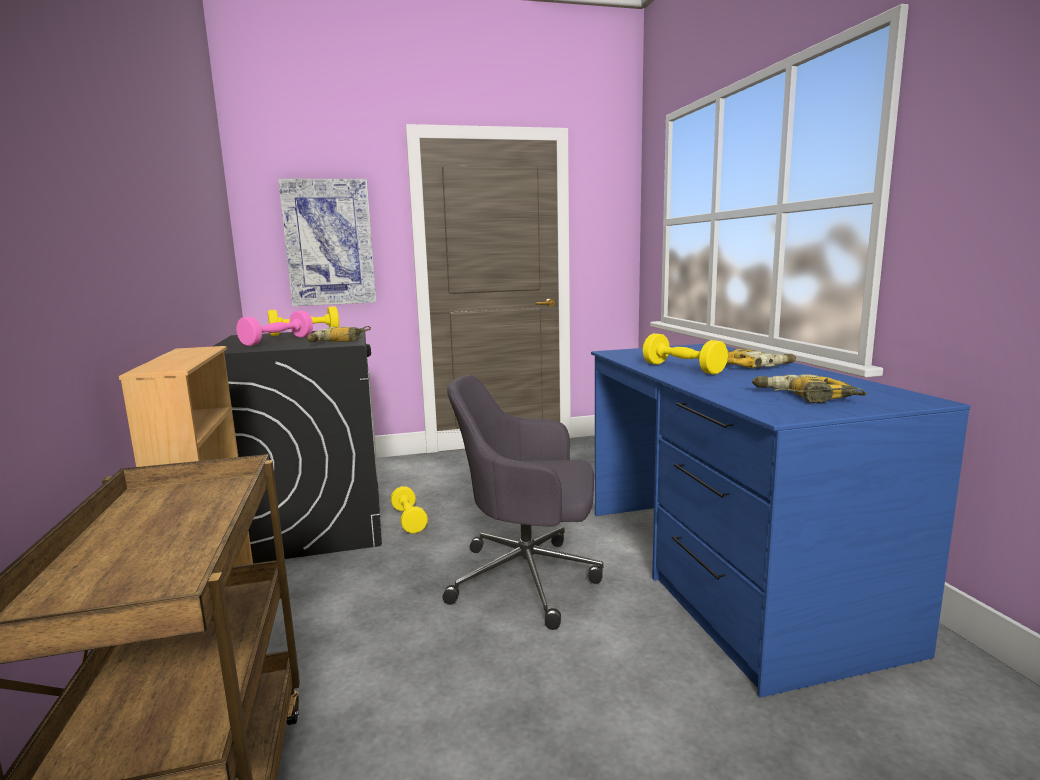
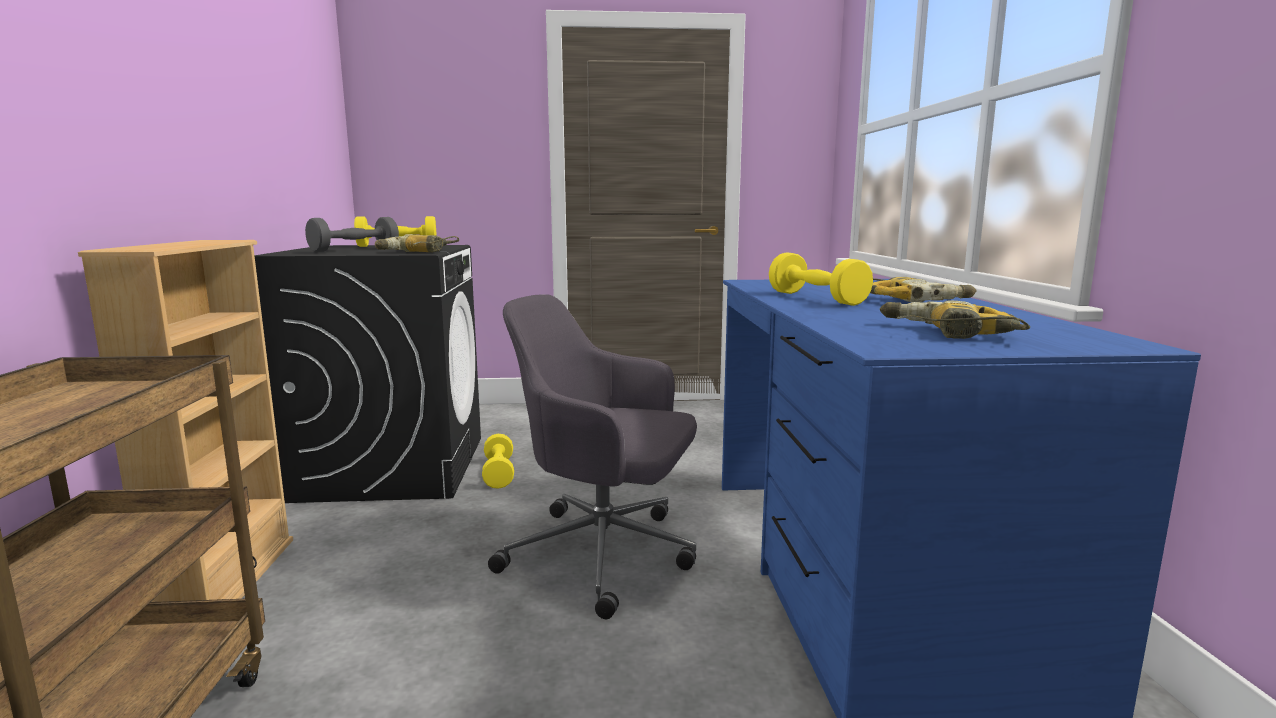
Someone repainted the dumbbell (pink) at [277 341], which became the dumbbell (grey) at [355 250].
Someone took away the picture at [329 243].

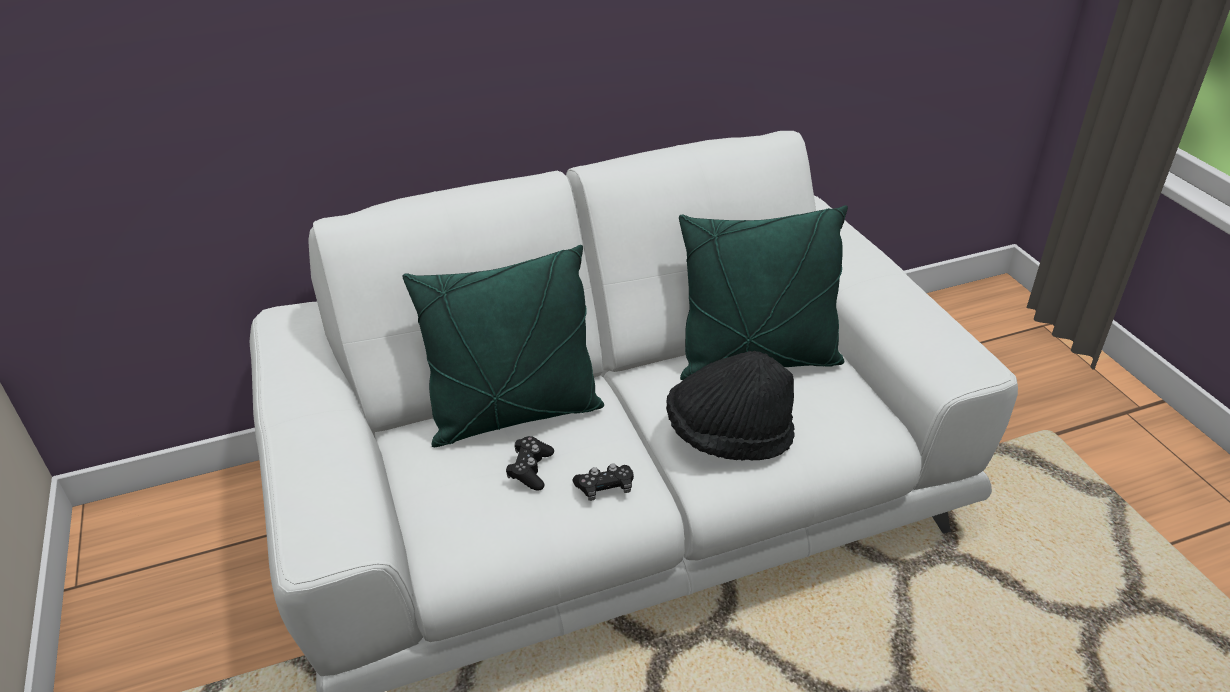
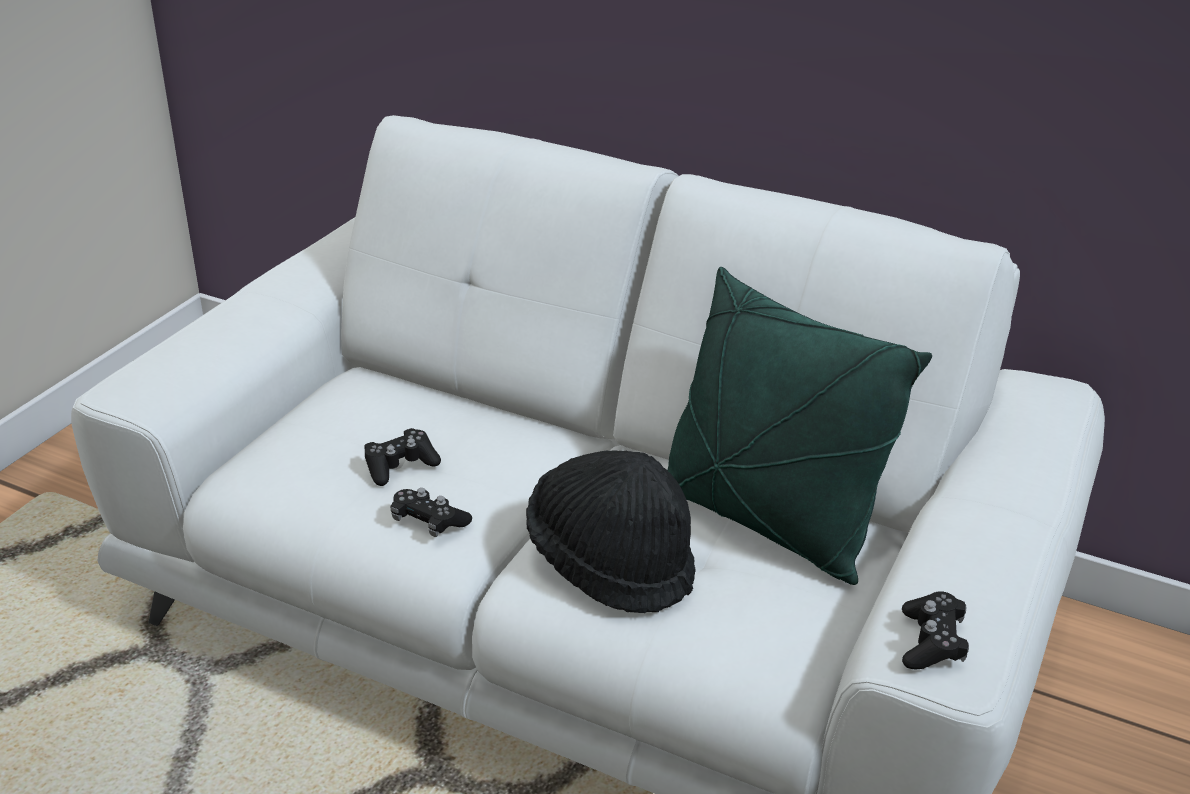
Someone put down the game controller (black) at [931 642].
Someone took away the pillow (green) at [515 414].

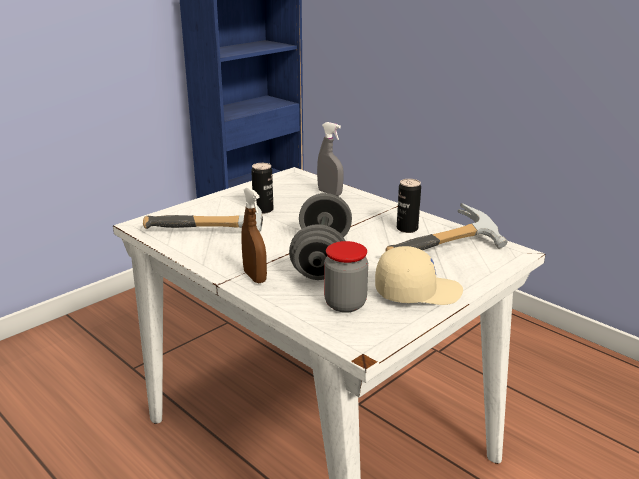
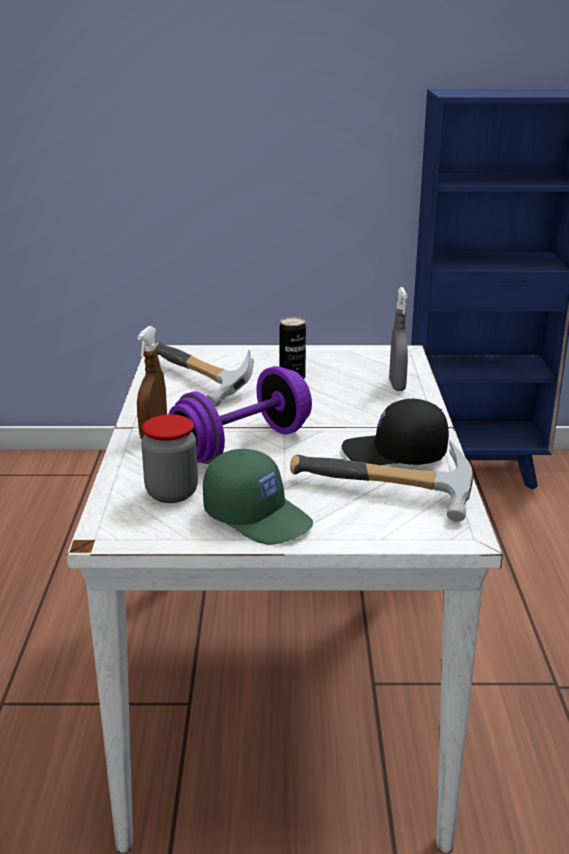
Someone repainted the dumbbell (grey) at [322 259], which became the dumbbell (purple) at [242 445].
Someone repainted the cap (beige) at [417 292], which became the cap (green) at [258 516].
Someone swapped the can at [407 229] for the cap (black) at [394 454].

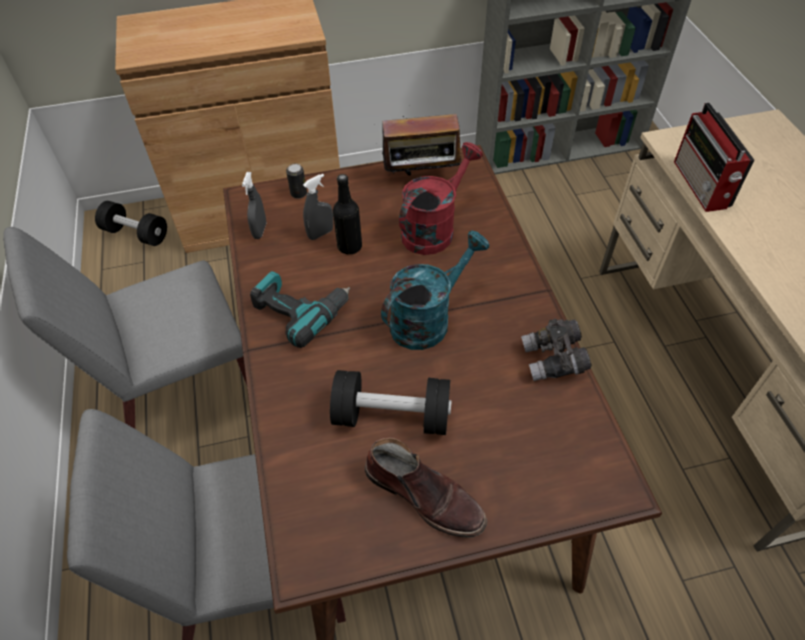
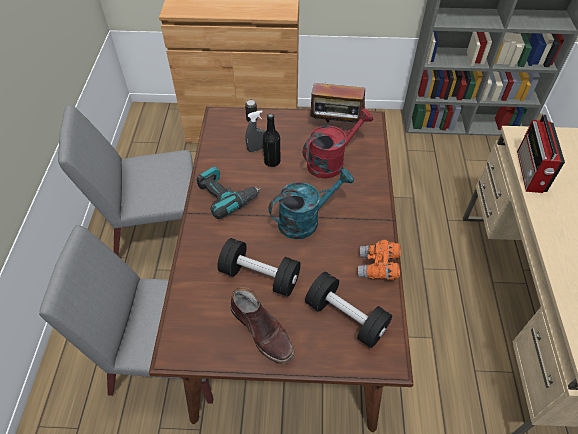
Someone carried the dumbbell (black) from [136 234] to [346 317].
Someone repainted the binoculars (grey) at [553 360], which became the binoculars (orange) at [378 267].
Someone took away the spray bottle (grey) at [260 230].

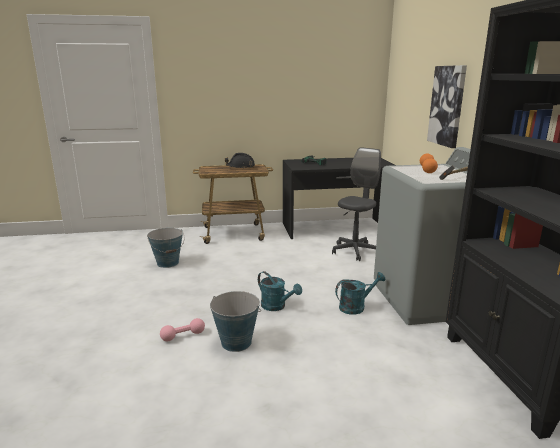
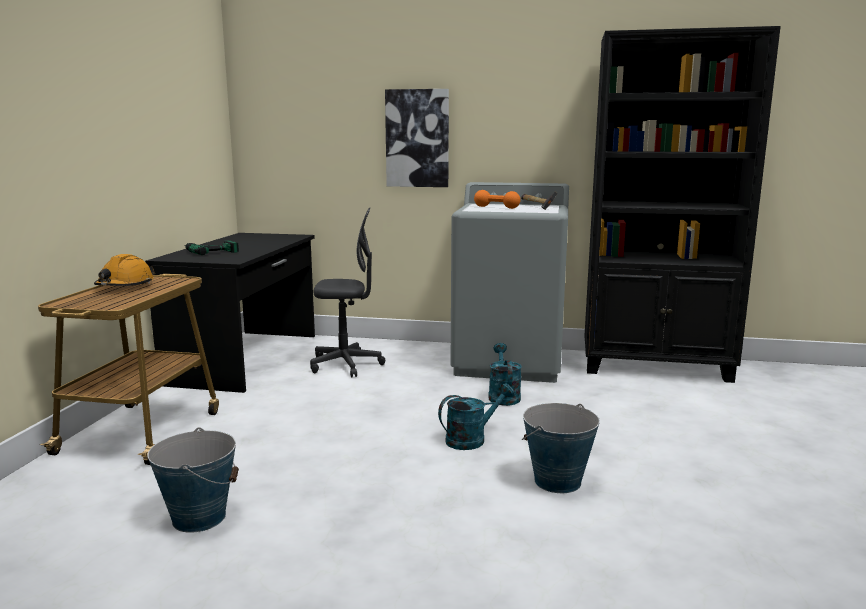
Someone repainted the hard hat (black) at [240 167], which became the hard hat (orange) at [125 285].
Someone rotated the office chair (grey) at [355 251] by 120 degrees clockwise.
Someone took away the dumbbell (pink) at [183 336].

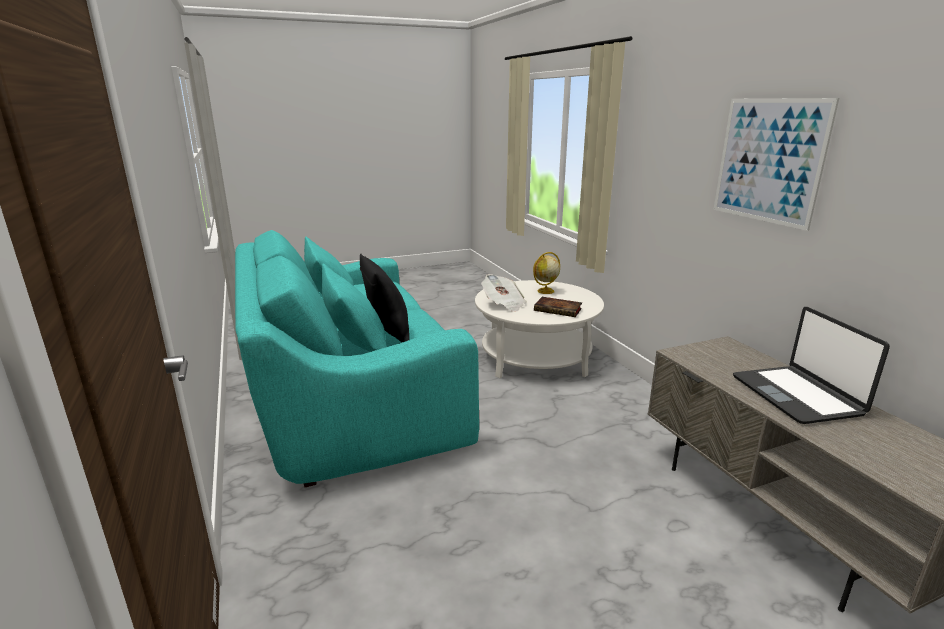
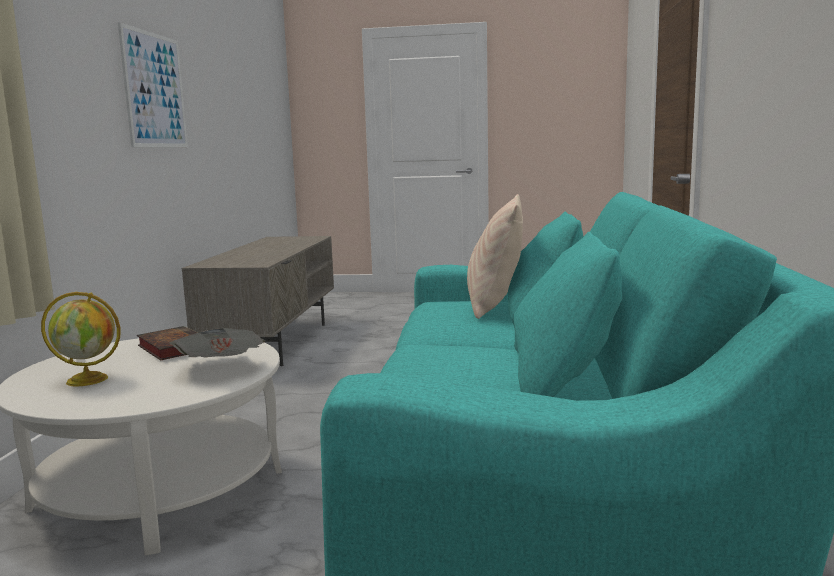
Someone repainted the pillow (black) at [388 333], which became the pillow (beige) at [495 307].
Someone took away the laptop at [797 395].

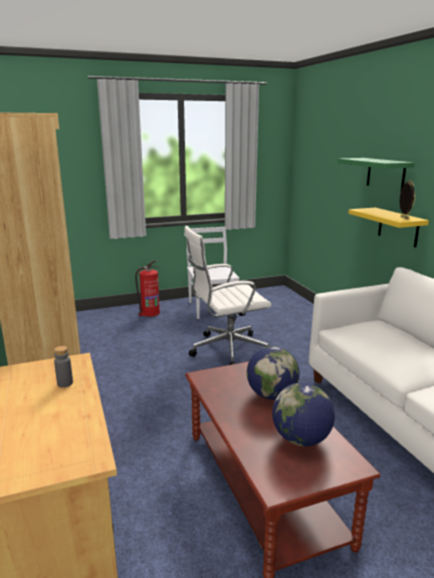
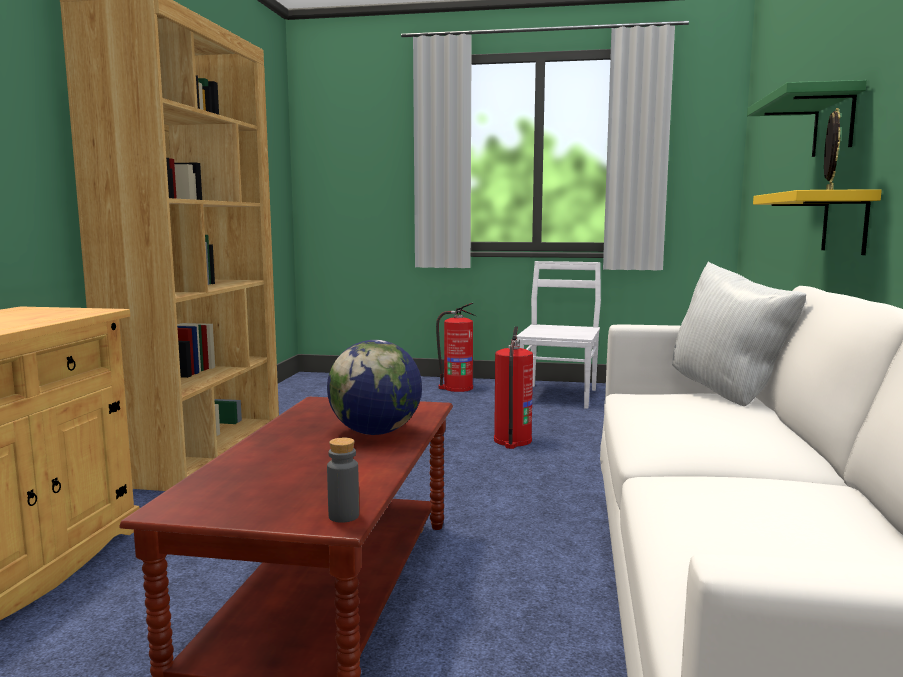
Someone carried the bottle (grey) from [65 383] to [343 516].
Someone swapped the office chair (white) at [227 350] for the fire extinguisher at [512 441].
Someone put down the pillow (white) at [728 394].
Someone took away the globe at [301 439].

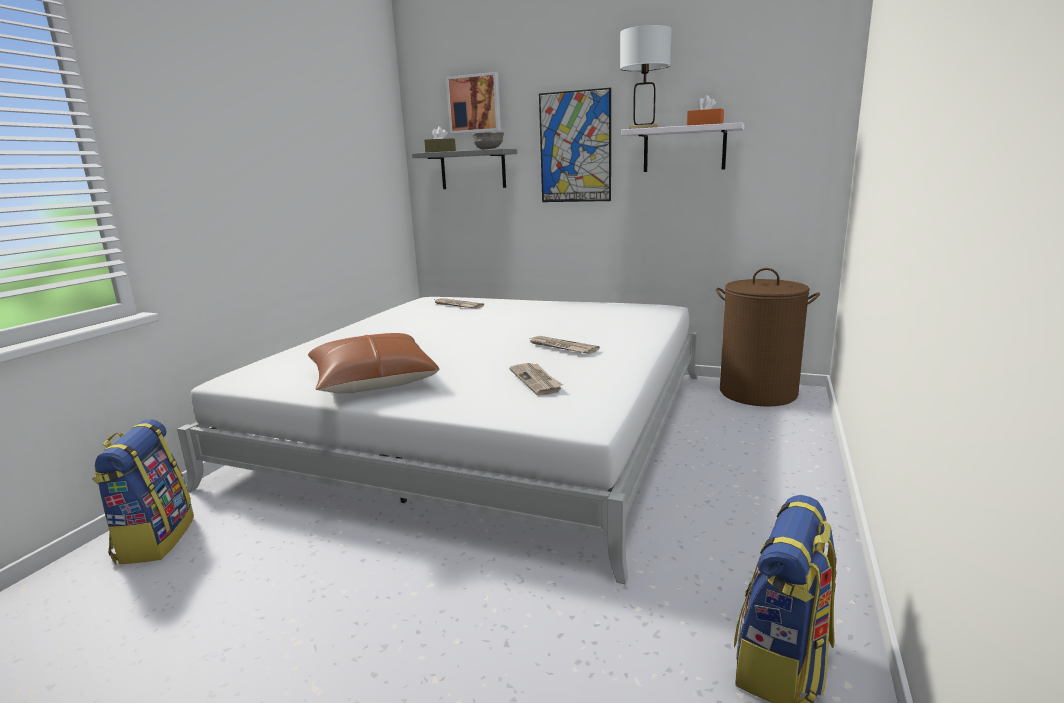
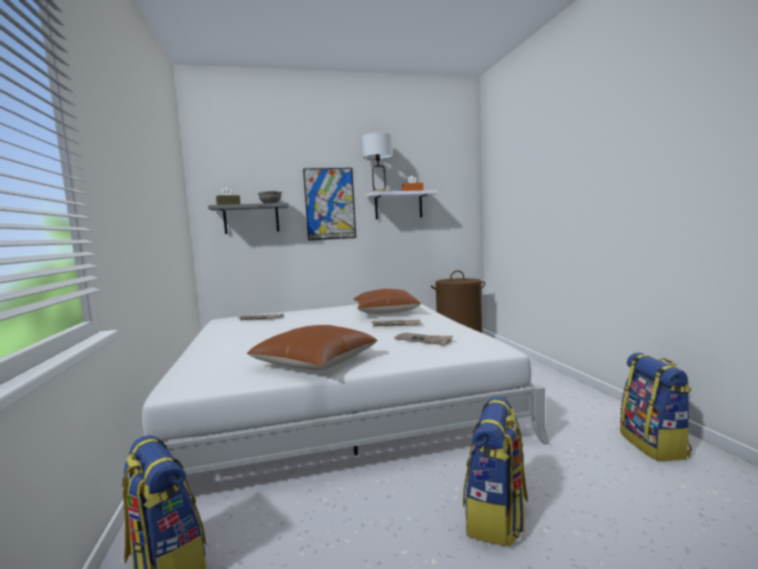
Someone put down the pillow (brown) at [385 311].
Someone put down the backpack at [496 518].
Someone took away the picture at [474 104].

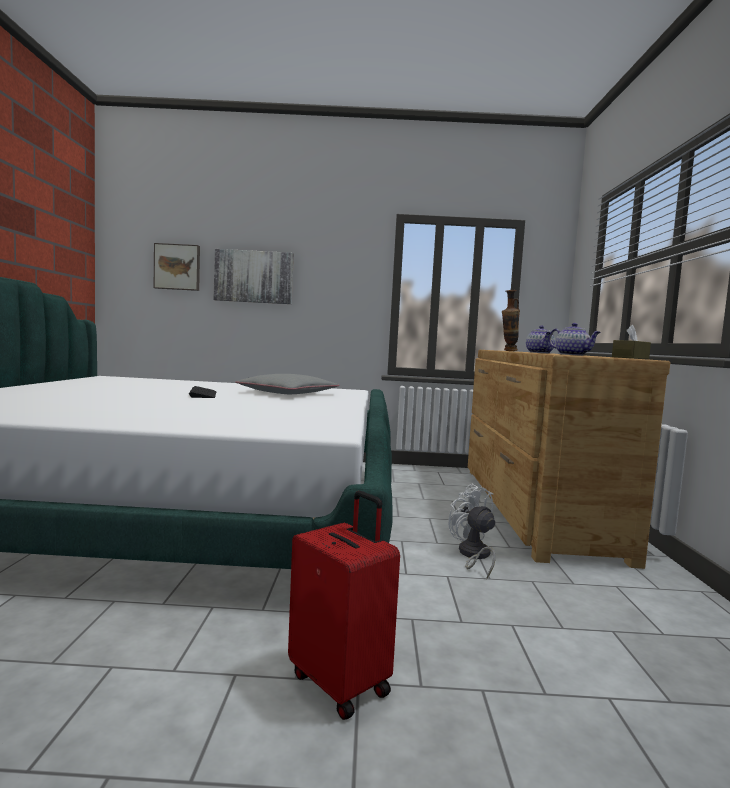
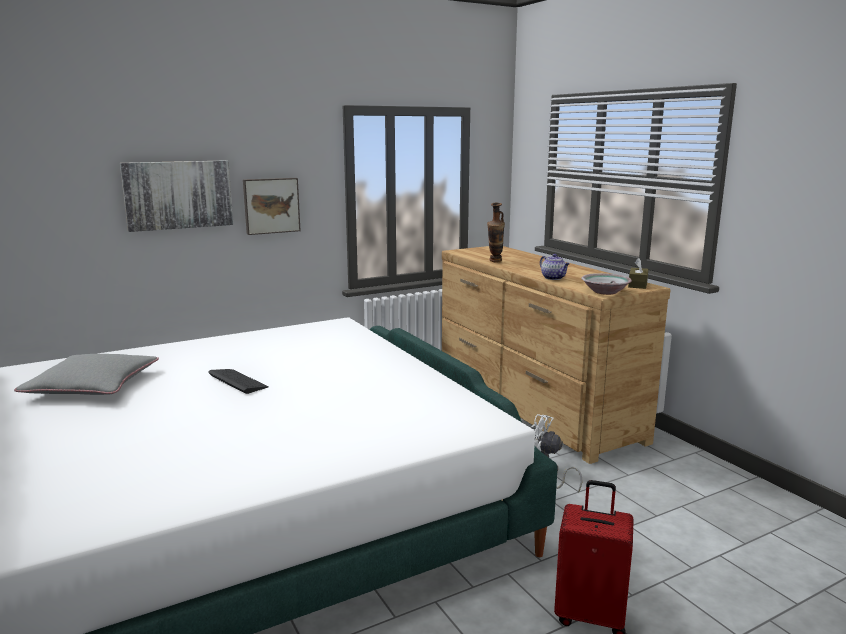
Someone carried the pillow (grey) from [288 393] to [92 385].
Someone carried the picture from [177 267] to [271 205].
Someone swapped the teapot at [572 355] for the bowl at [605 292].

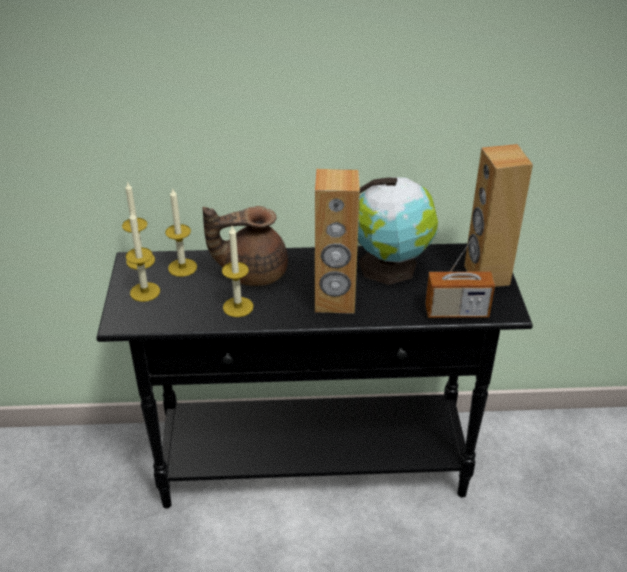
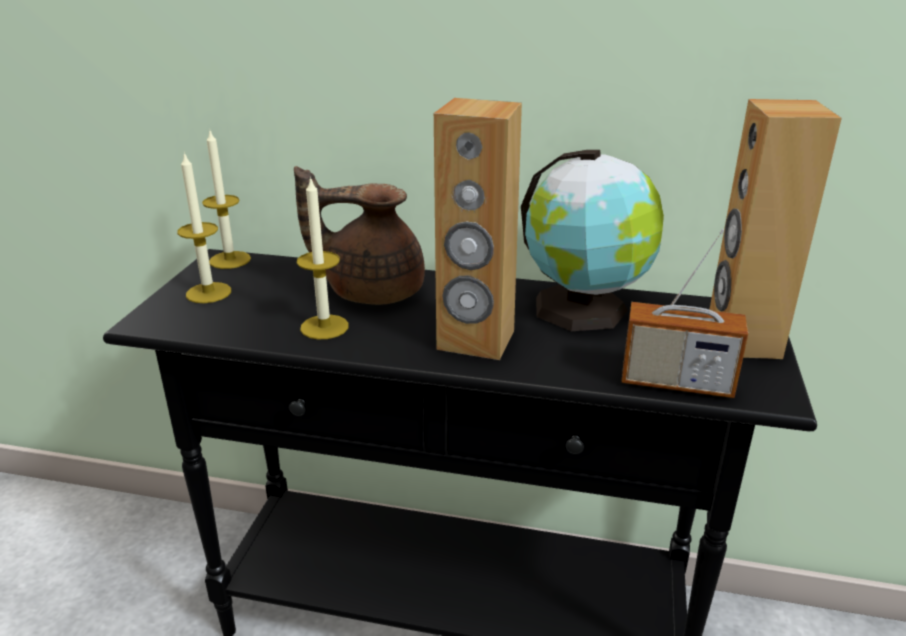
Someone took away the candle at [182 267].

